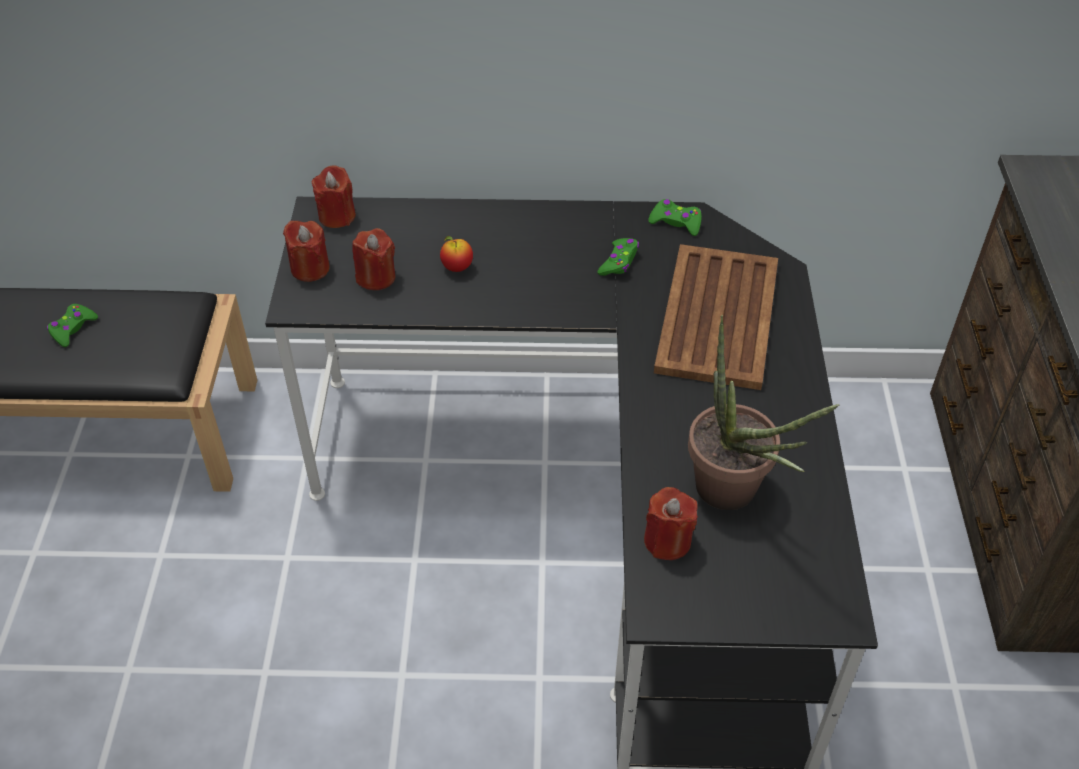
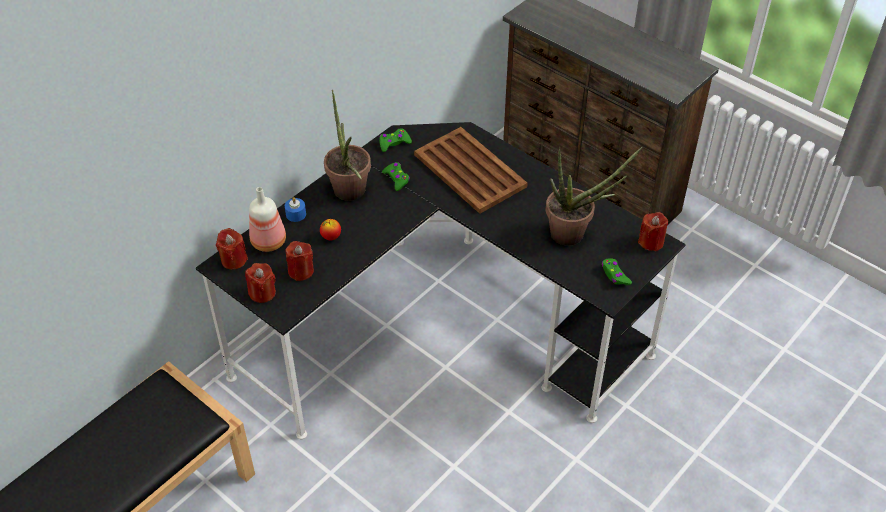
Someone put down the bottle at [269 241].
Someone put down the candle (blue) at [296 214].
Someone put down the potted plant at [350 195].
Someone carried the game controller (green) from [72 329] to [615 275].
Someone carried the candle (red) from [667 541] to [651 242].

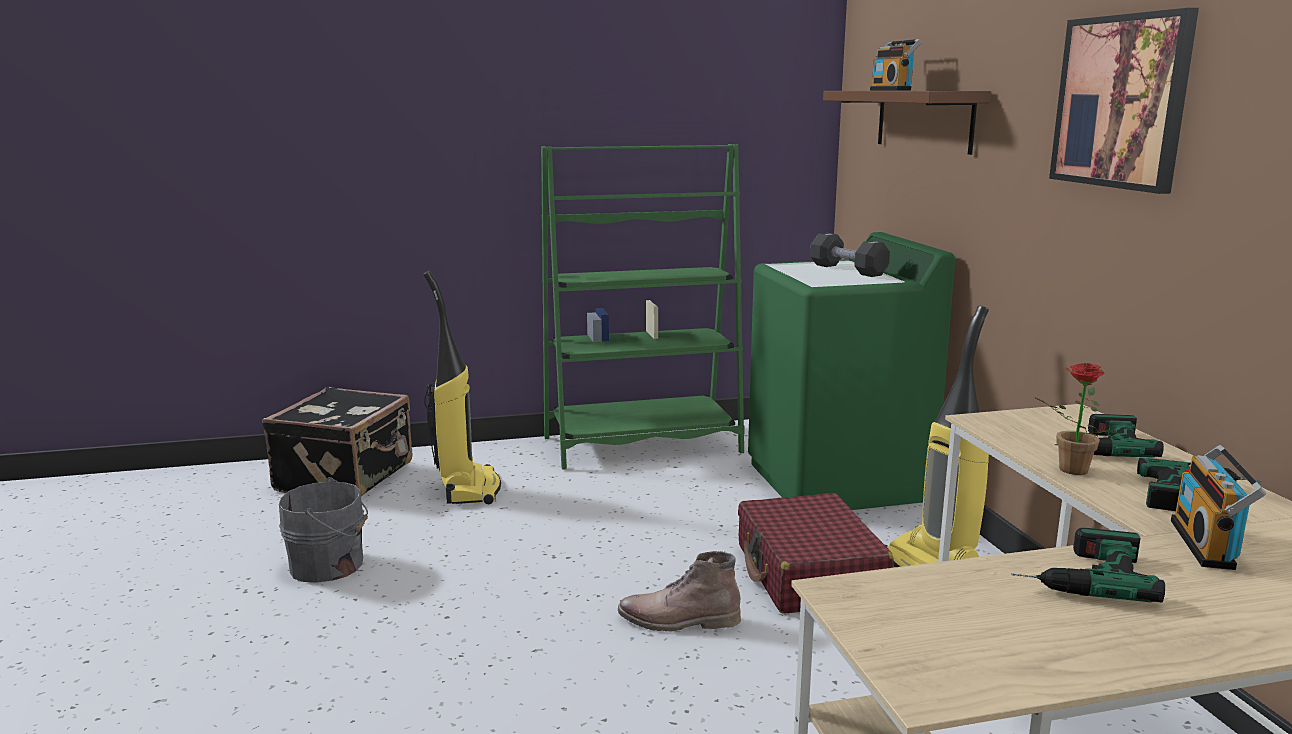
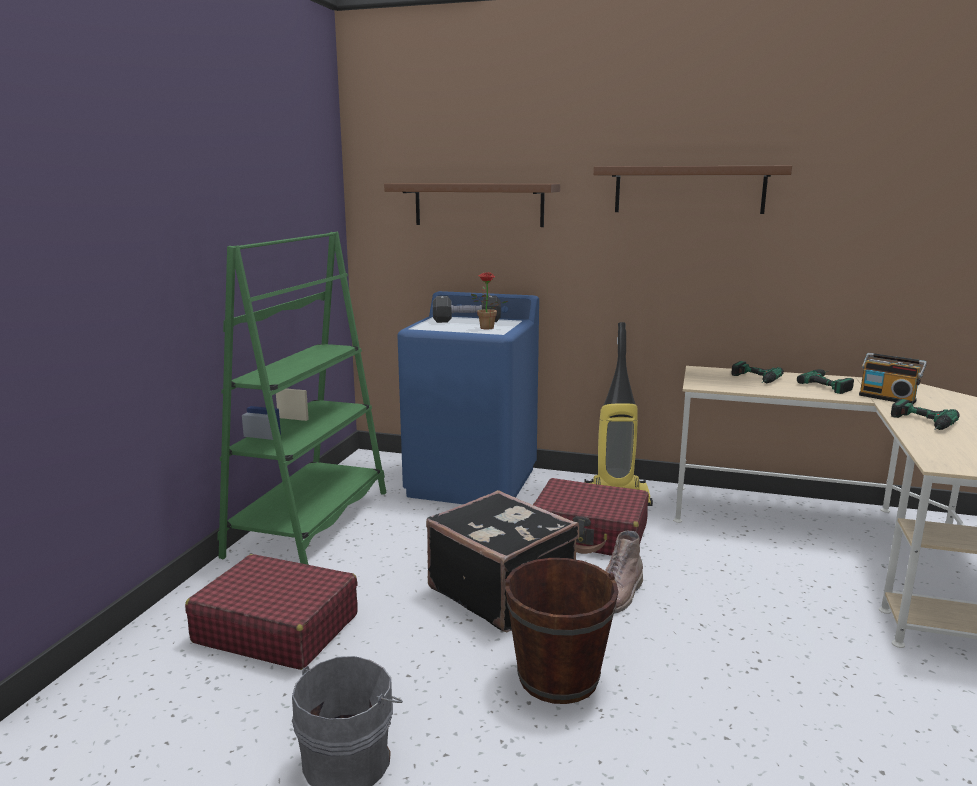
Someone swapped the vacuum cleaner at [468 489] for the suitcase (red) at [276 628].
Someone repainted the washing machine (green) at [837 481], which became the washing machine (blue) at [473 482].
Someone carried the suitcase (black) from [347 477] to [502 591].
Someone carried the potted plant from [1067 470] to [485 328].
Someone put down the bucket (brown) at [558 677].
Someone swapped the picture at [1121 102] for the shelf (brown) at [689 190].
Someone took away the radio at [893 90].

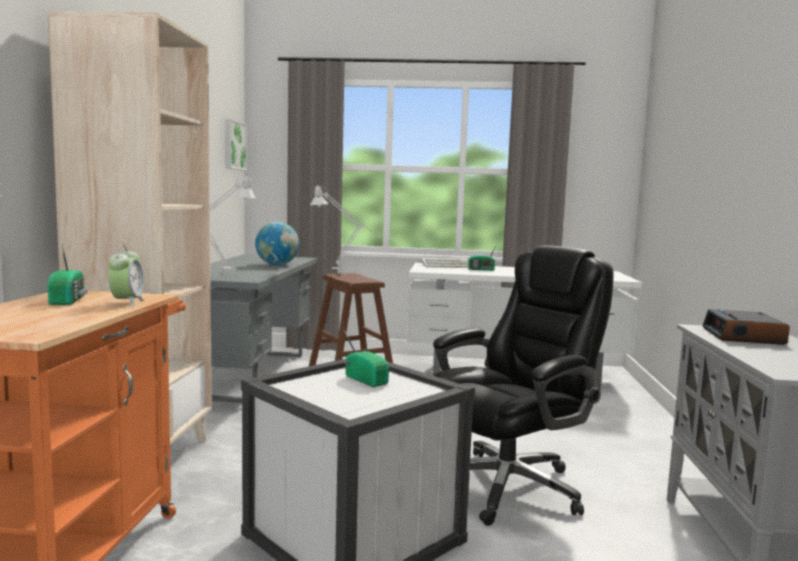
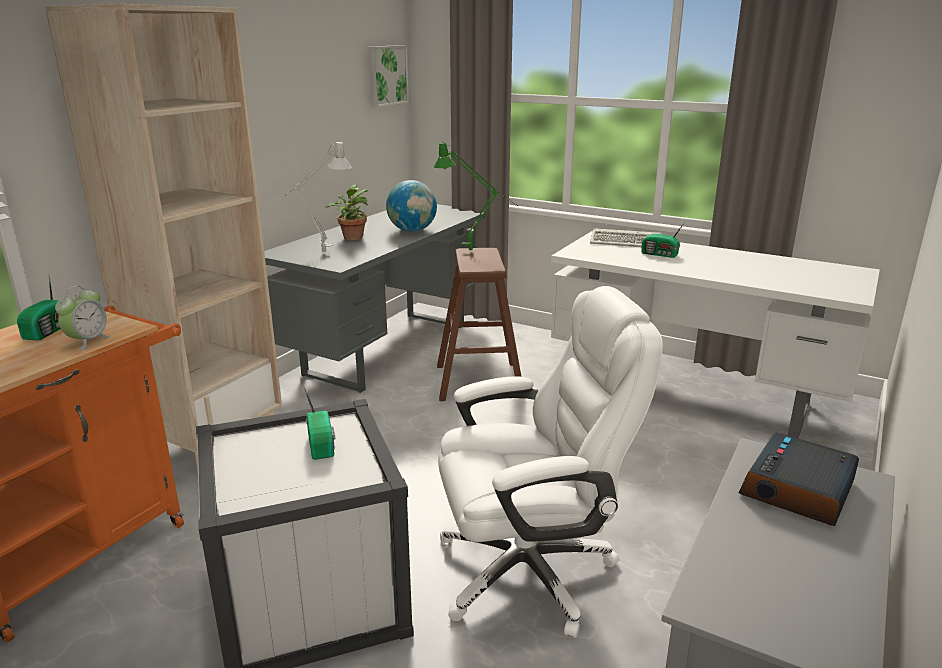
Someone put down the potted plant at [352 237].
Someone repainted the table lamp (grey) at [343 274], which became the table lamp (green) at [476 251].
Someone repainted the office chair (black) at [509 485], which became the office chair (white) at [529 570].

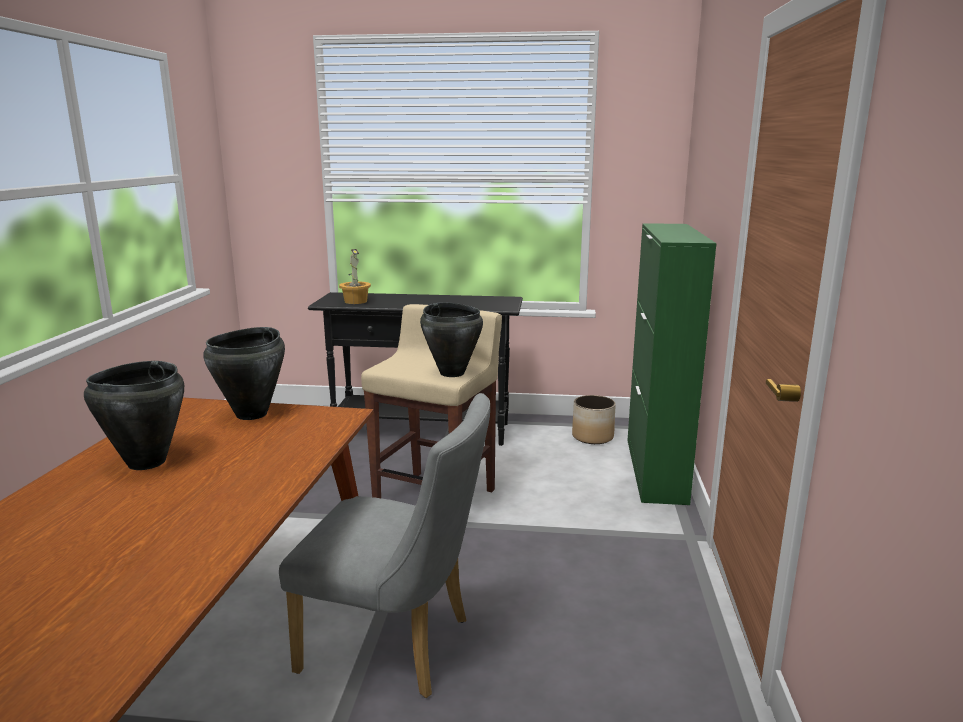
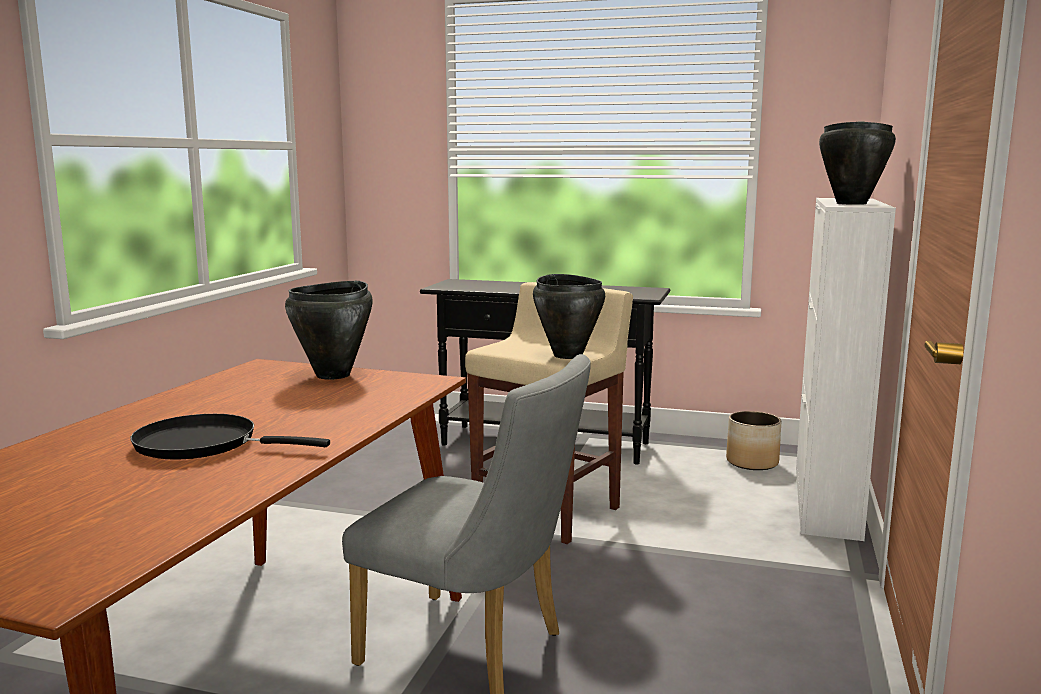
Someone put down the frying pan (black) at [204 444].
Someone repainted the cabinet (green) at [655 470], which became the cabinet (white) at [826 501].
Someone carried the cooking pot (black) from [145 462] to [850 203].
Someone took away the potted plant at [355 301].

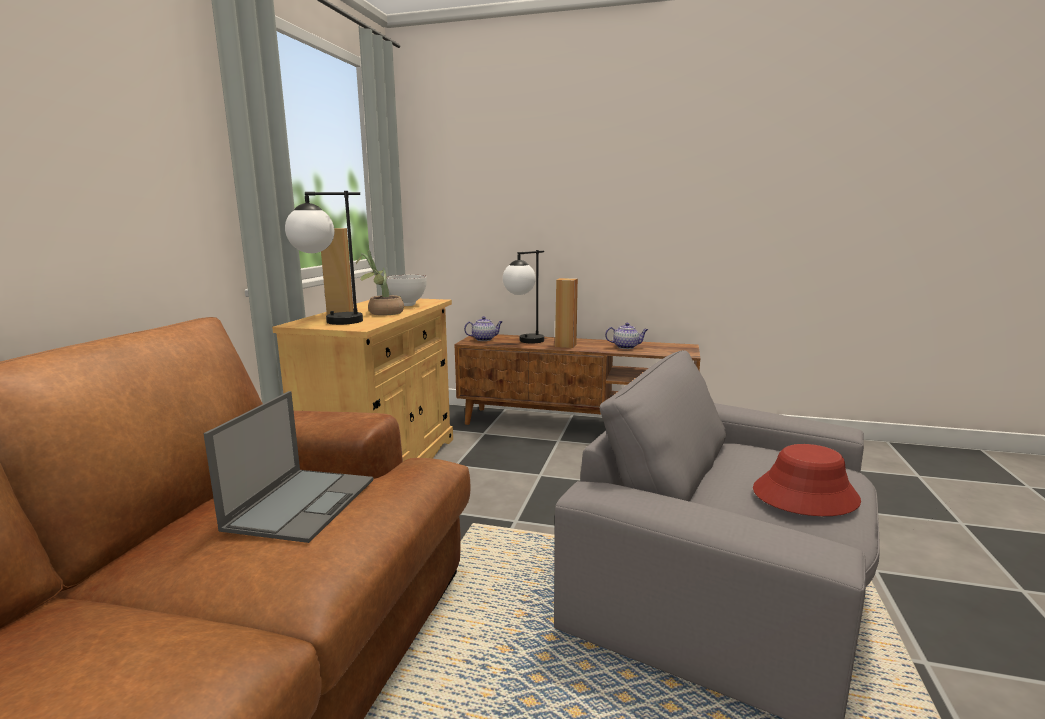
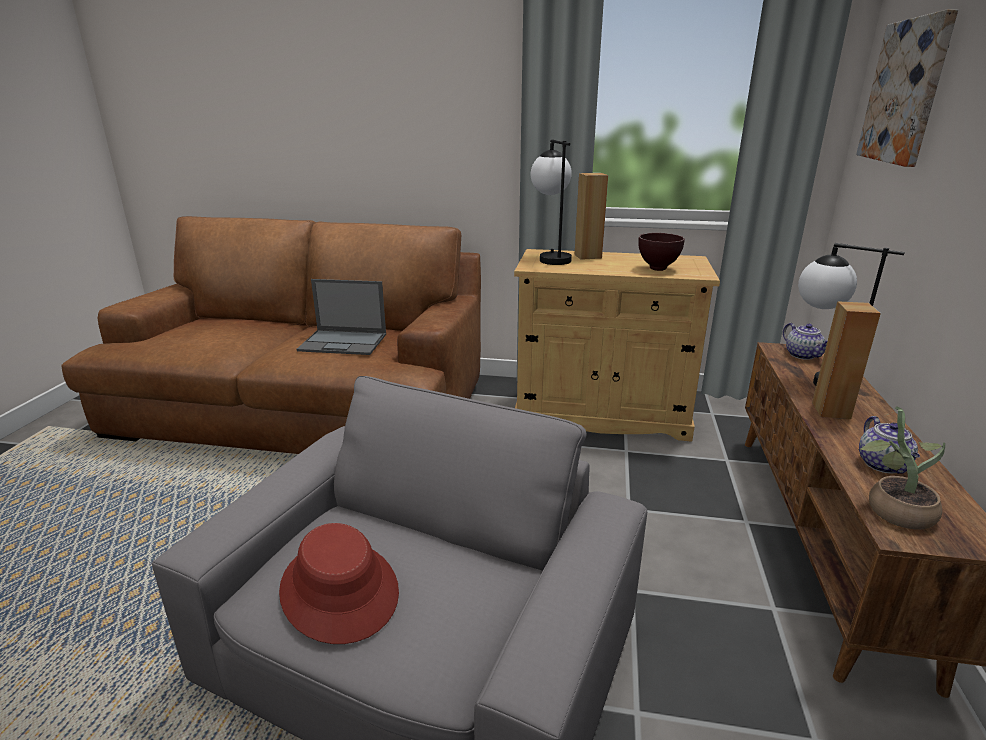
Someone repainted the bowl (white) at [408 305], which became the bowl (brown) at [657 269].
Someone put up the picture at [906 92].
Someone carried the potted plant from [382 313] to [891 509].

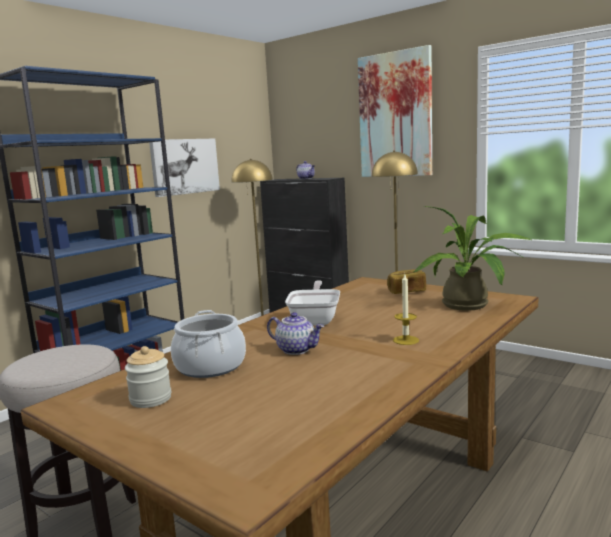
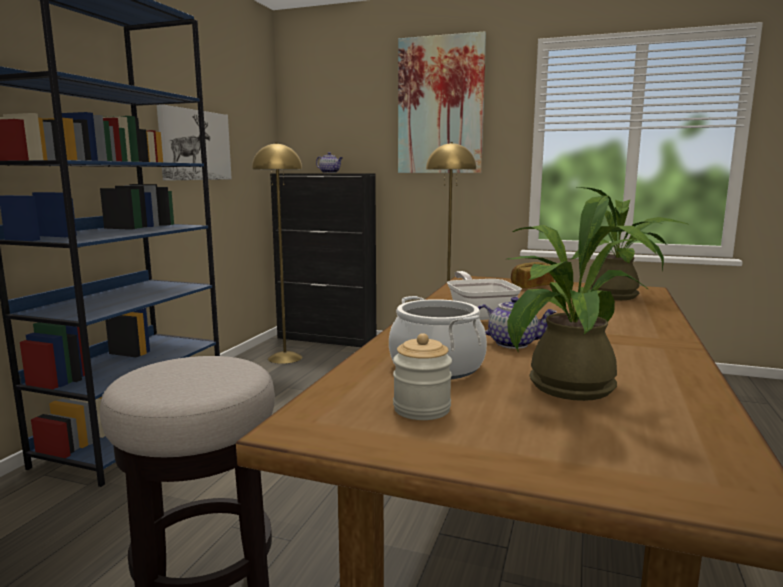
Someone put down the potted plant at [564 389].
Someone took away the candle at [406 340].

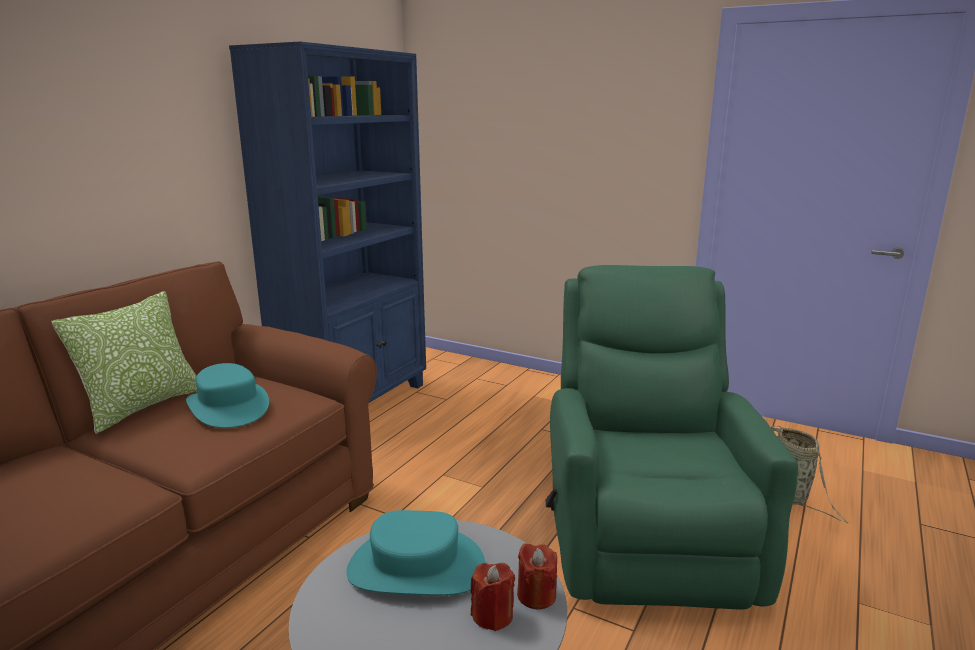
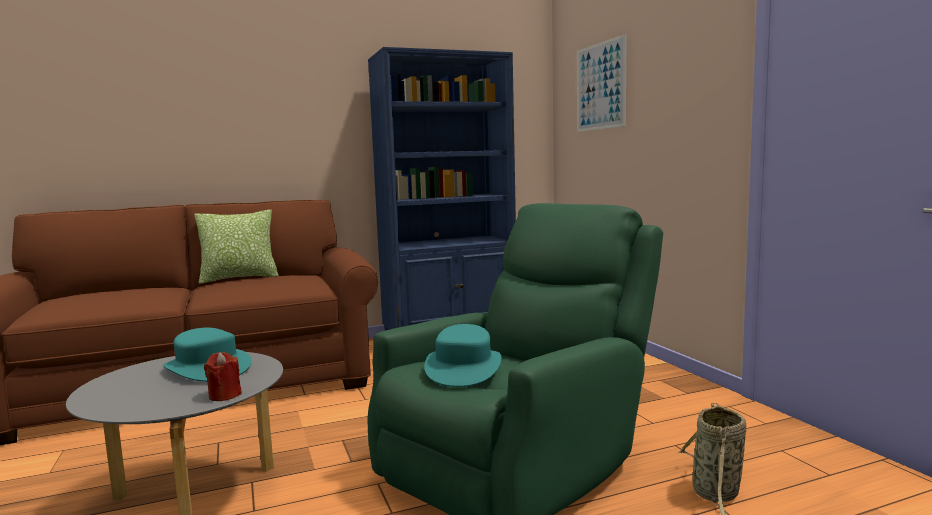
Someone carried the hat (turquoise) from [229 406] to [463 368].
Someone put up the picture at [600 86].
Someone took away the candle (red) at [492 615].

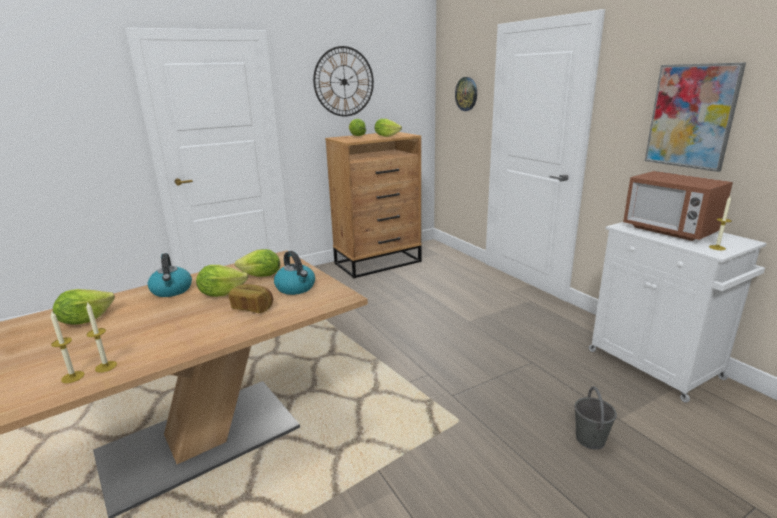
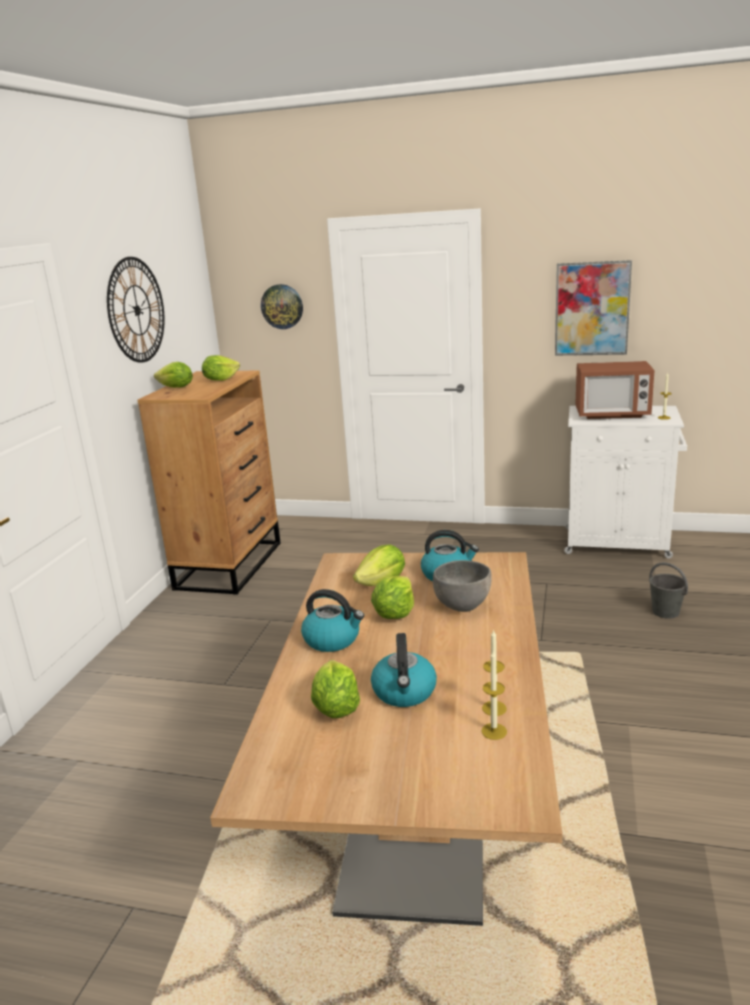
Someone put down the kettle at [404 692].
Someone swapped the bread at [253 308] for the bowl (grey) at [463 605].

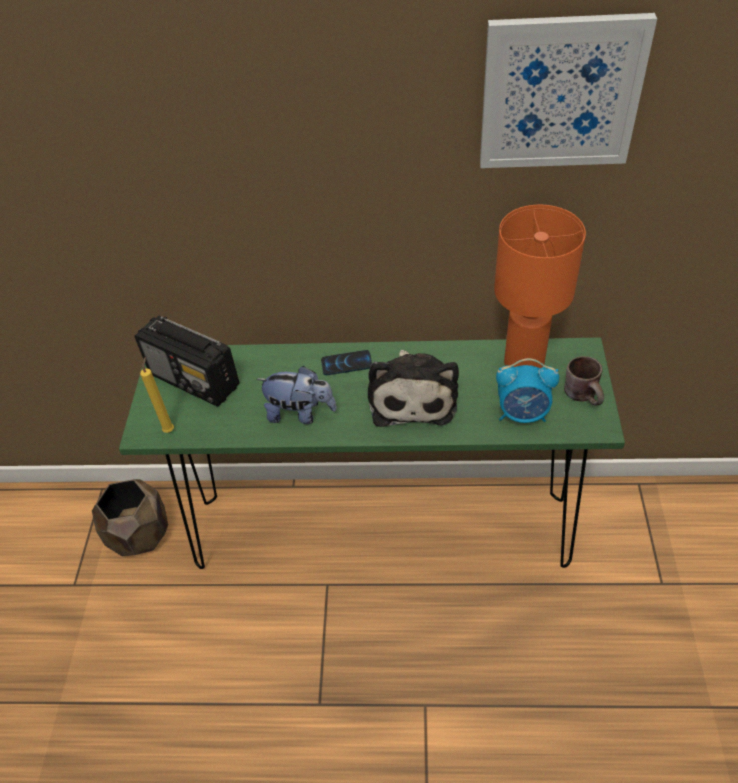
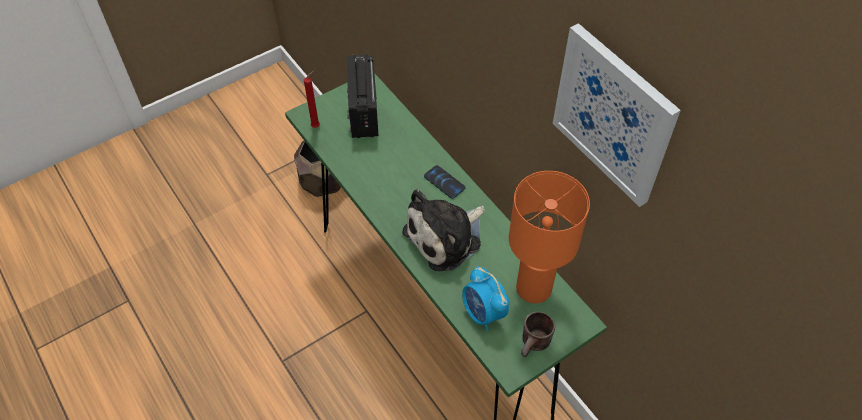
Someone repainted the candle (yellow) at [169 429], which became the candle (red) at [317 126].
Someone took away the plush toy at [300 413].

